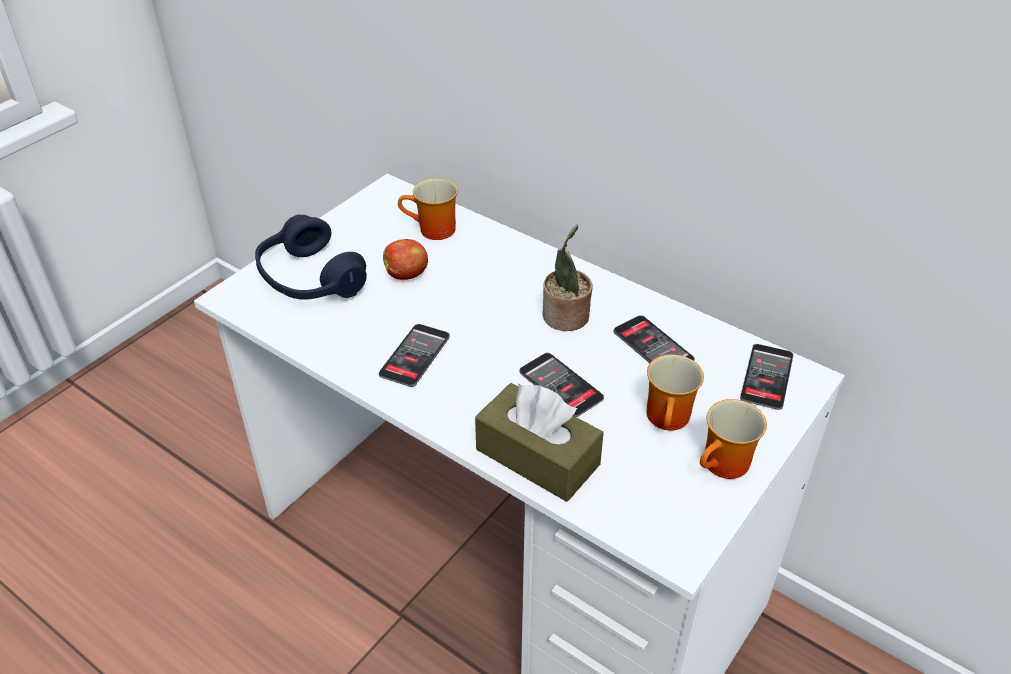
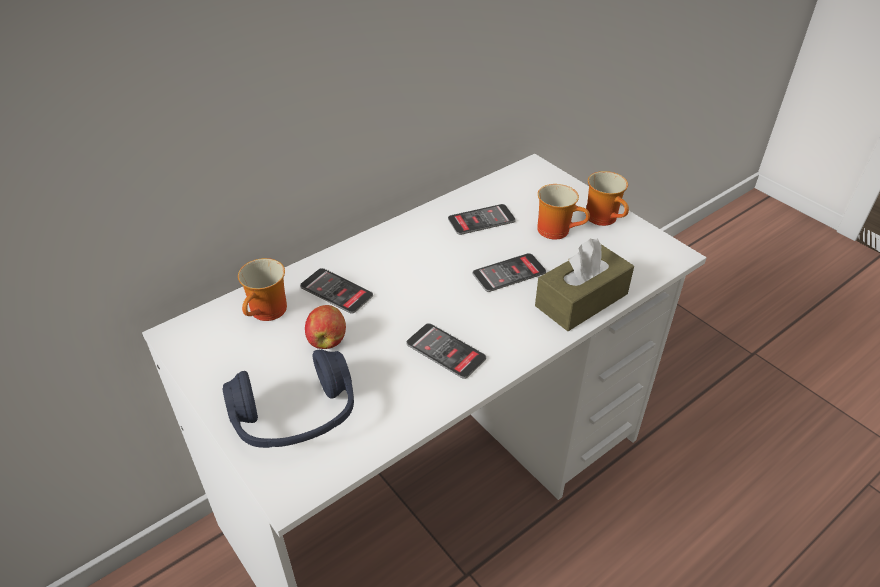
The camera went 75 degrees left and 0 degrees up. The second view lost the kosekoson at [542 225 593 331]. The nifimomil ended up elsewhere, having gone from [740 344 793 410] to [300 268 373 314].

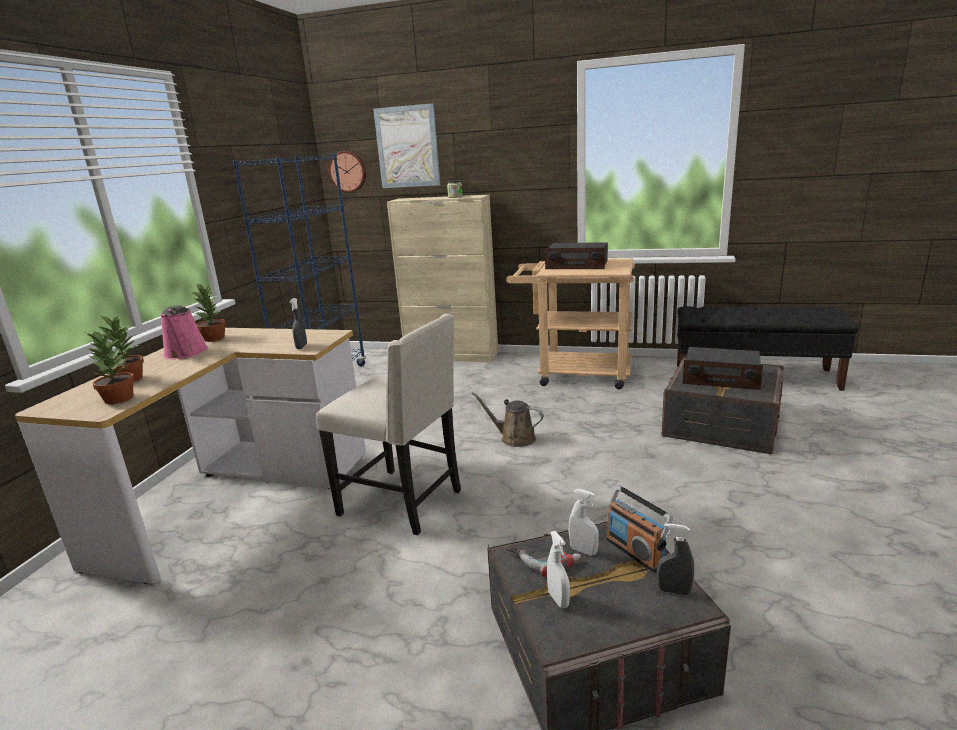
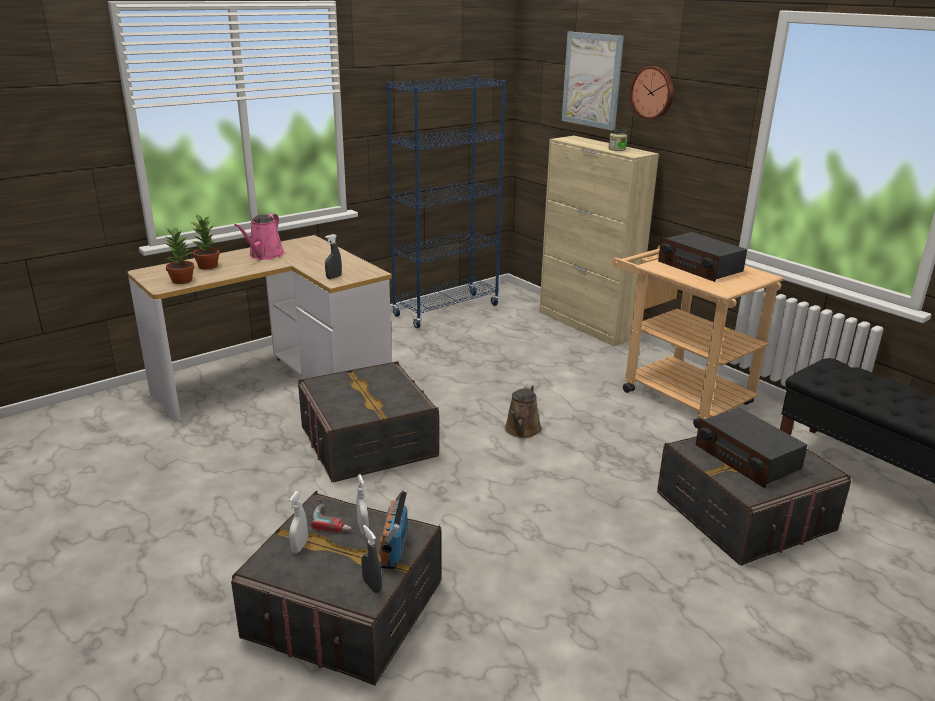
The camera went 35 degrees right and 5 degrees up. The second view lost the kosekoson at [192 283 226 342]. The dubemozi ended up elsewhere, having gone from [328 151 366 193] to [630 66 674 120]. Where the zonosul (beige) stood at [316 314 461 536], the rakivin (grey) came to stand at [298 361 439 482]. The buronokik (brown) at [471 392 544 447] ended up facing another way, 135 degrees counterclockwise from before.

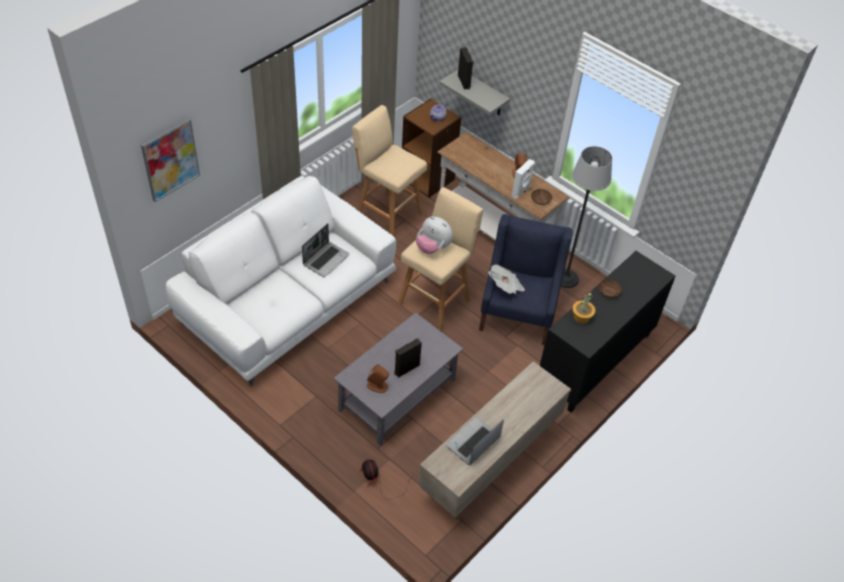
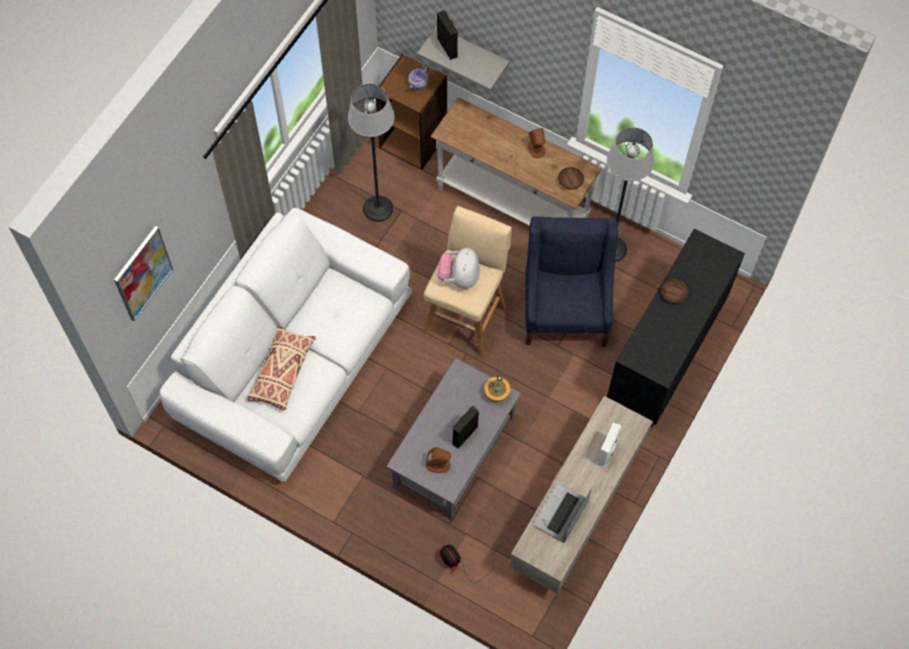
The camera went 10 degrees left and 15 degrees up. The second view lost the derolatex at [302 223 350 277]. The second view lost the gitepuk at [488 265 525 294]. The second view gained the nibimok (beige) at [247 326 316 411]. The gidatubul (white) ended up elsewhere, having gone from [512 159 535 199] to [597 422 621 468]. The kosekoson ended up elsewhere, having gone from [572 292 595 324] to [484 375 510 403]. Where the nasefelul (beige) stood at [352 105 427 236], the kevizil came to stand at [348 84 394 222]. The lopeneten at [416 216 453 254] ended up facing another way, 75 degrees clockwise from before.

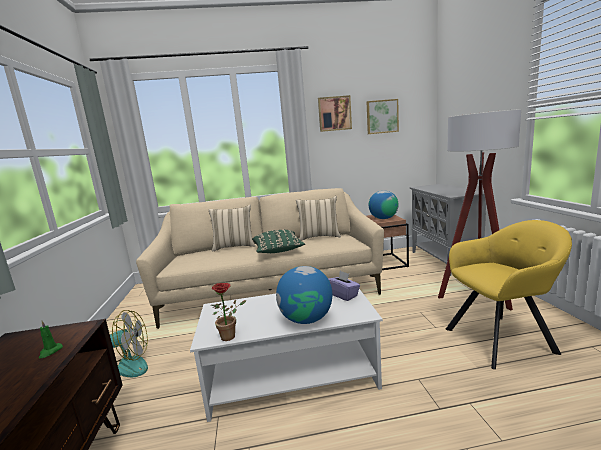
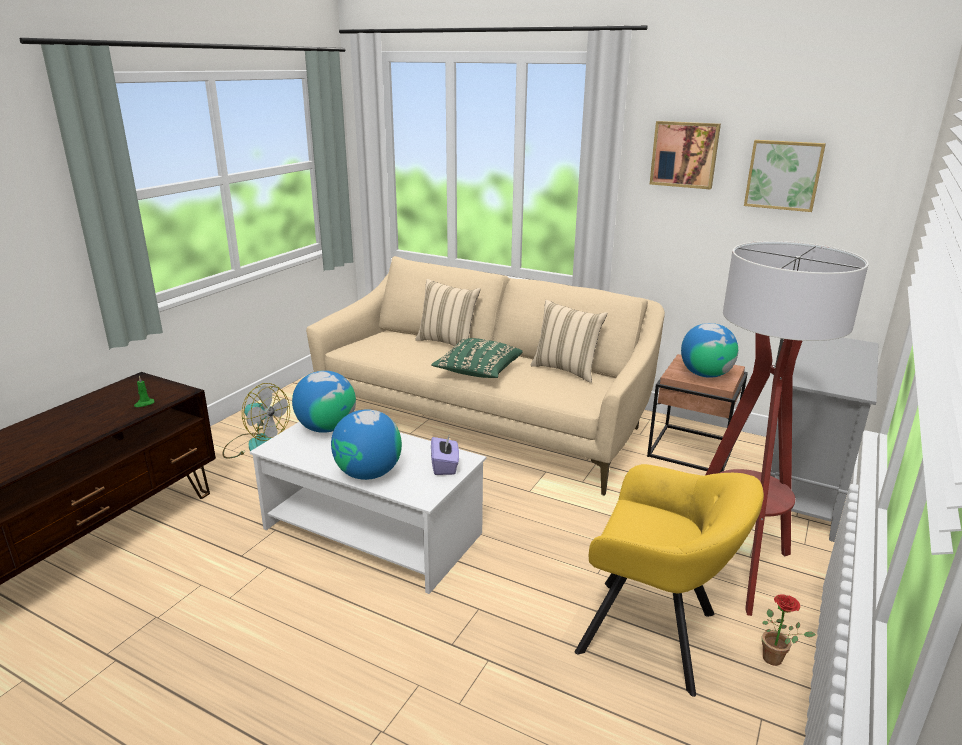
The camera went 35 degrees right and 10 degrees up. The second view gained the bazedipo at [292 371 356 433]. The kosekoson ended up elsewhere, having gone from [211 283 247 341] to [762 595 816 666].

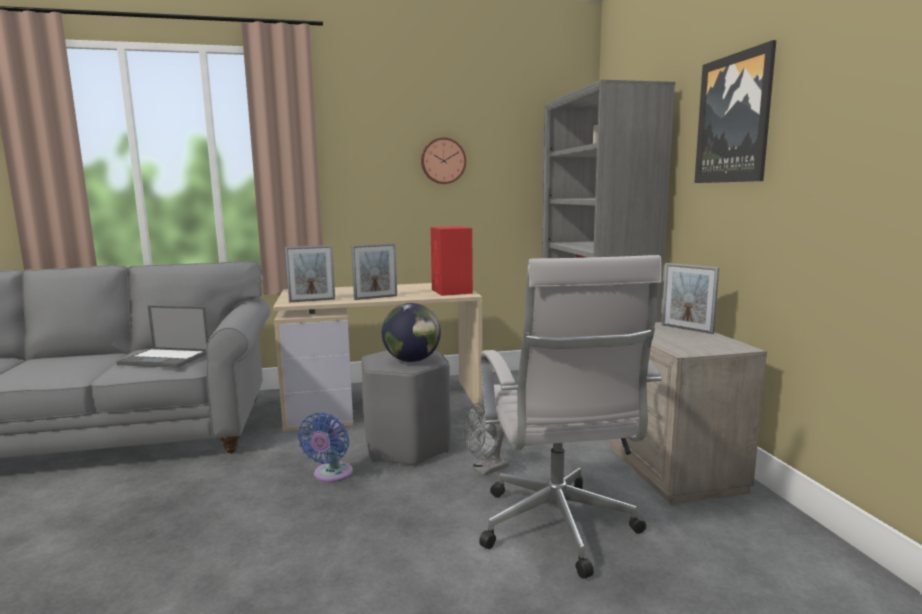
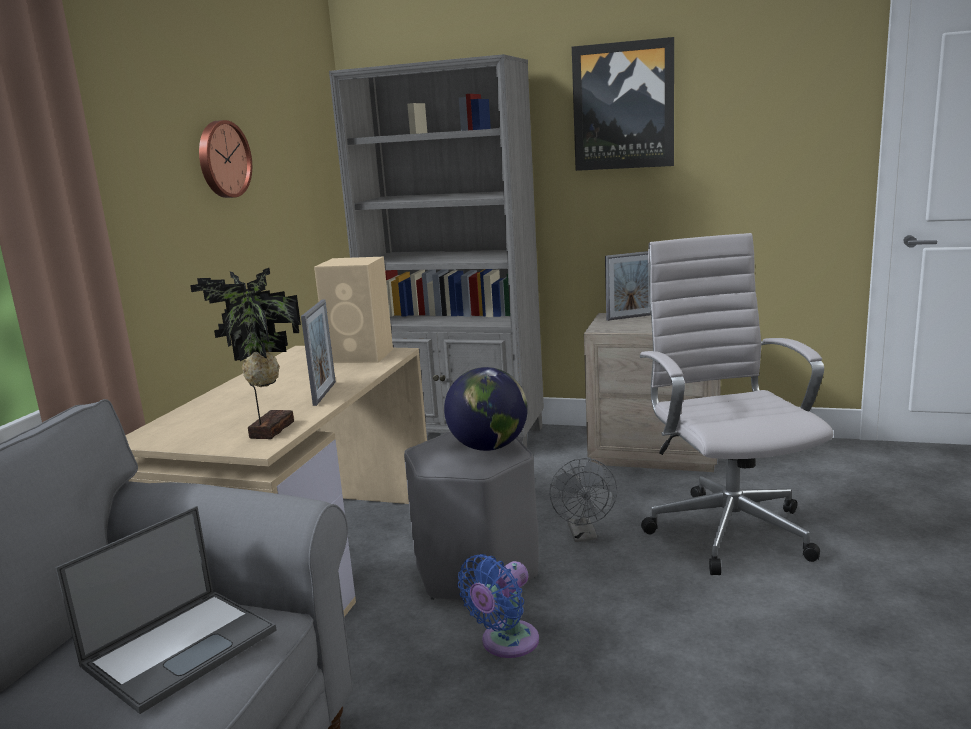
The camera went 60 degrees left and 5 degrees up. Where the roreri stood at [285 245 335 302], the kosekoson came to stand at [190 268 301 439]. What was the gidatubul (red) at [430 226 473 296] turned into the gidatubul (beige) at [314 257 393 363]. The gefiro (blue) at [298 413 353 483] ended up facing another way, 90 degrees clockwise from before. The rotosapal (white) at [479 255 662 579] ended up facing another way, 120 degrees counterclockwise from before.

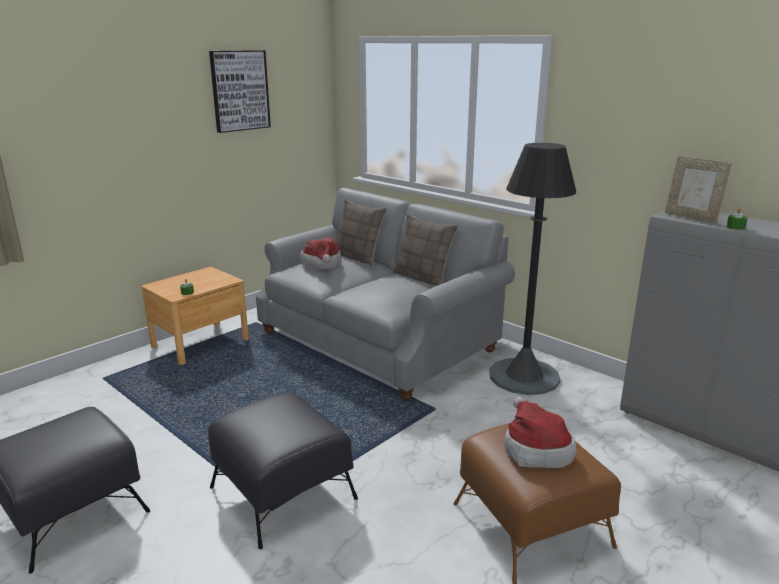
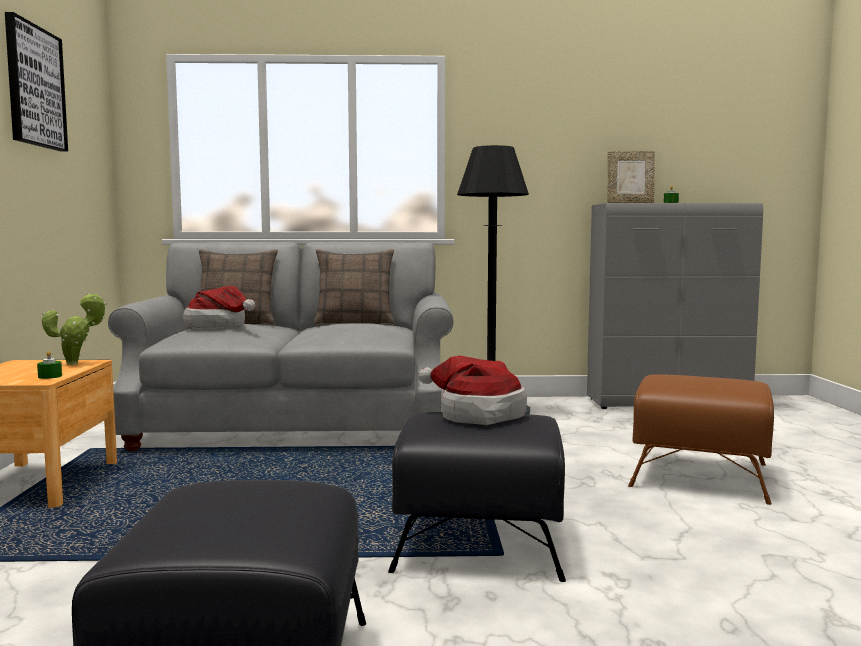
The camera went 45 degrees left and 15 degrees down. The second view gained the kosekoson at [42 292 107 365]. The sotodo ended up elsewhere, having gone from [505 396 576 468] to [419 355 527 425].

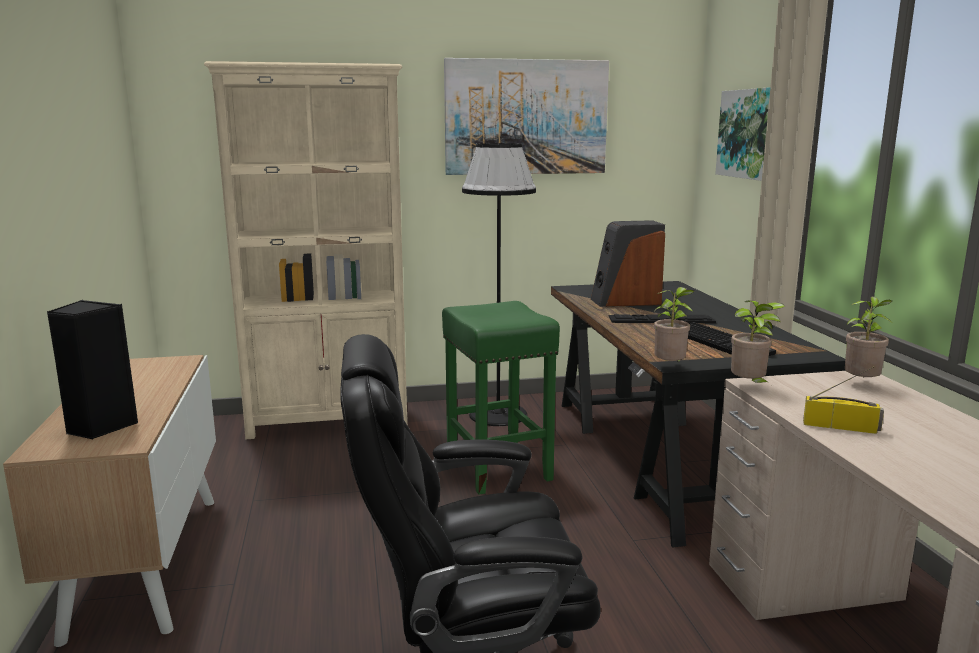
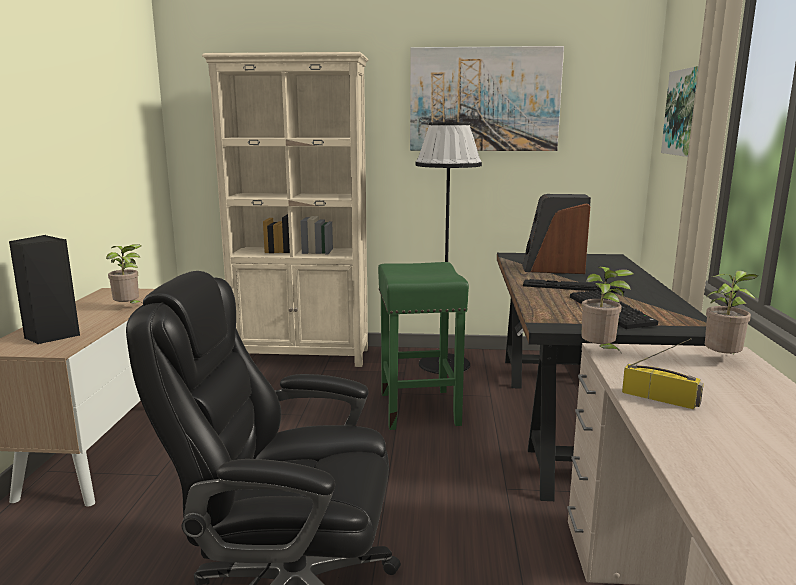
The camera went 15 degrees right and 0 degrees up. The kosekoson ended up elsewhere, having gone from [654 287 694 362] to [106 244 143 304].

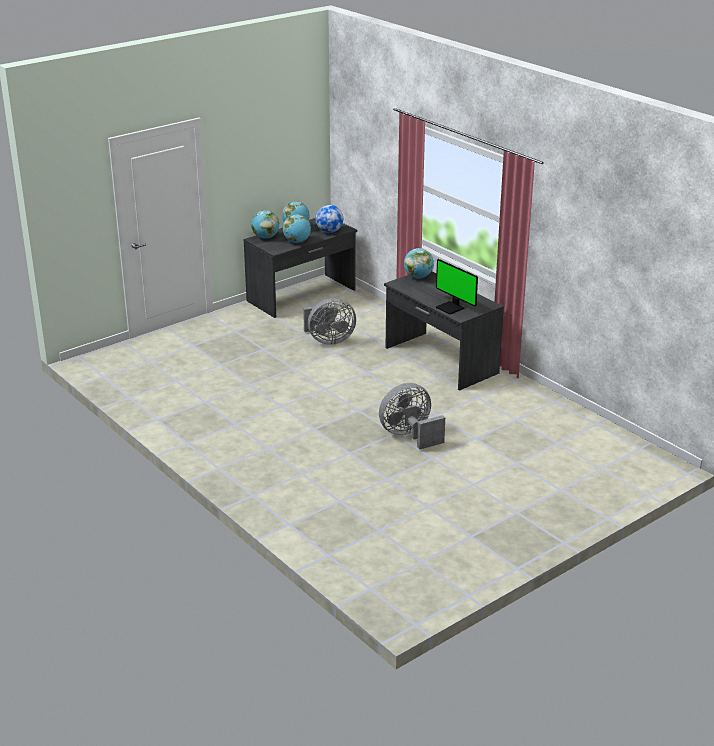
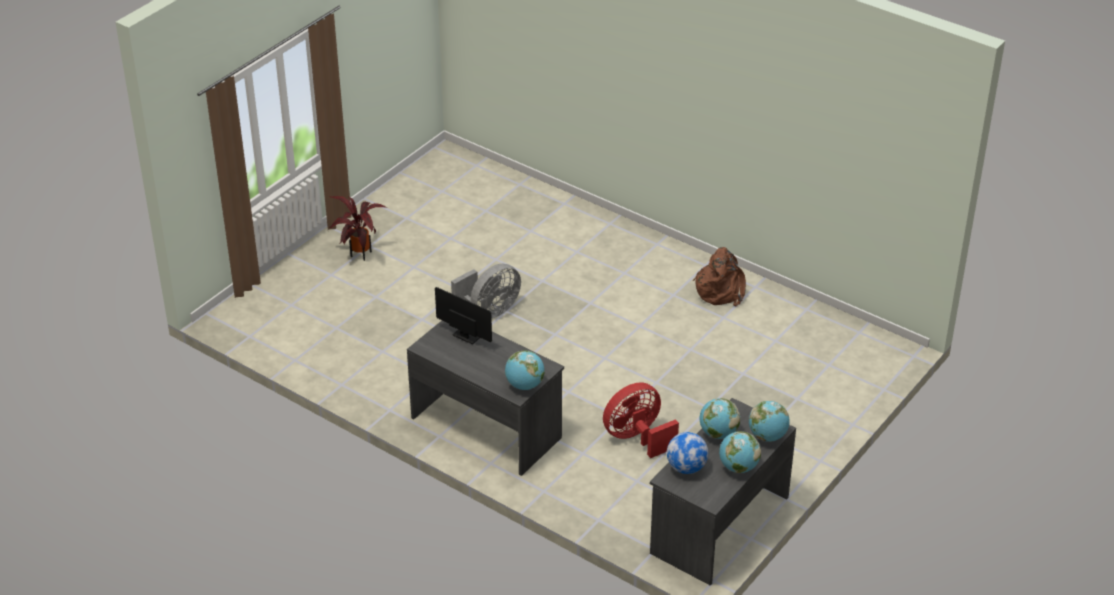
The camera went 165 degrees right and 10 degrees up. The second view gained the kosekoson at [329 196 387 261]. The second view gained the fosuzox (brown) at [693 247 746 306]. What was the gefiro (grey) at [303 298 356 345] turned into the gefiro (red) at [603 383 679 458].

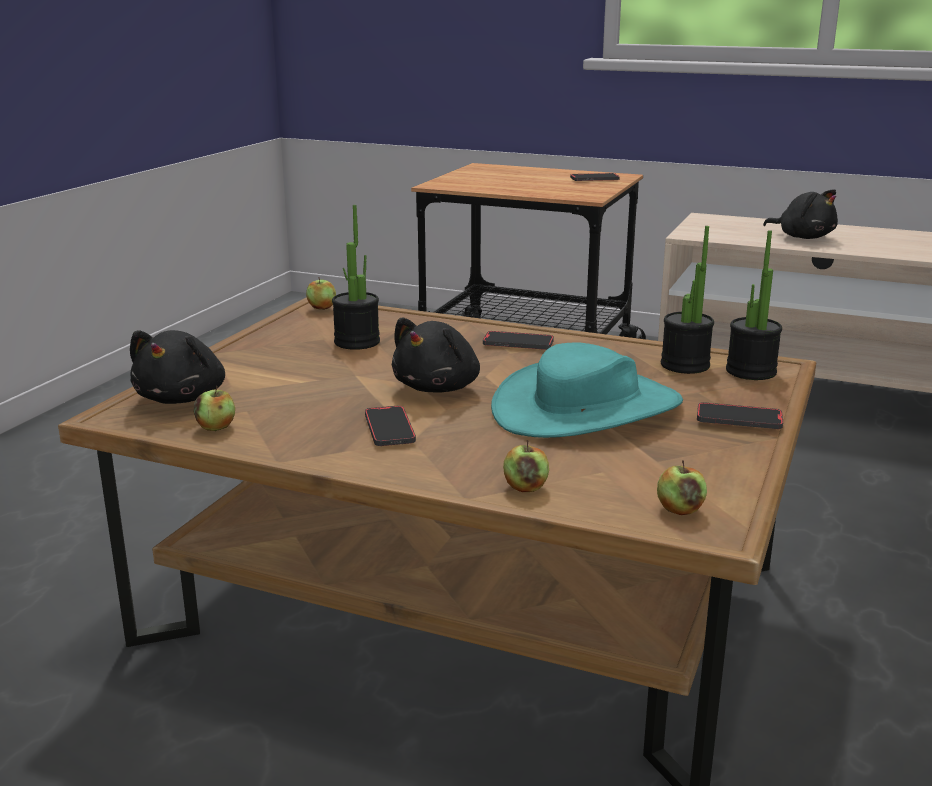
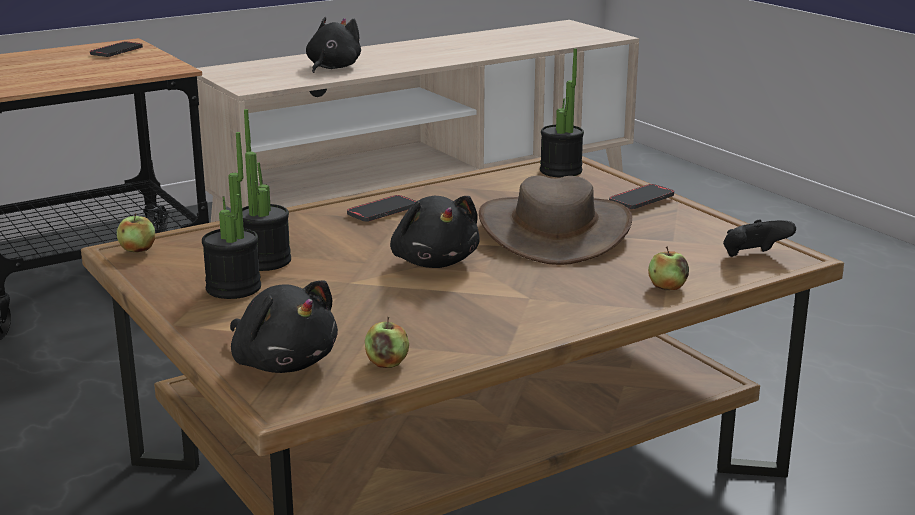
The camera went 55 degrees left and 0 degrees up. The second view lost the nifimomil at [365 406 416 446]. The kosekoson ended up elsewhere, having gone from [661 226 714 374] to [202 132 261 299]. Where the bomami stood at [657 460 707 515], the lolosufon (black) came to stand at [723 220 796 257]. What was the sotodo (turquoise) at [491 342 683 438] turned into the sotodo (brown) at [479 176 632 265]. The lopeneten (black) at [763 189 838 239] ended up facing another way, 60 degrees counterclockwise from before.

